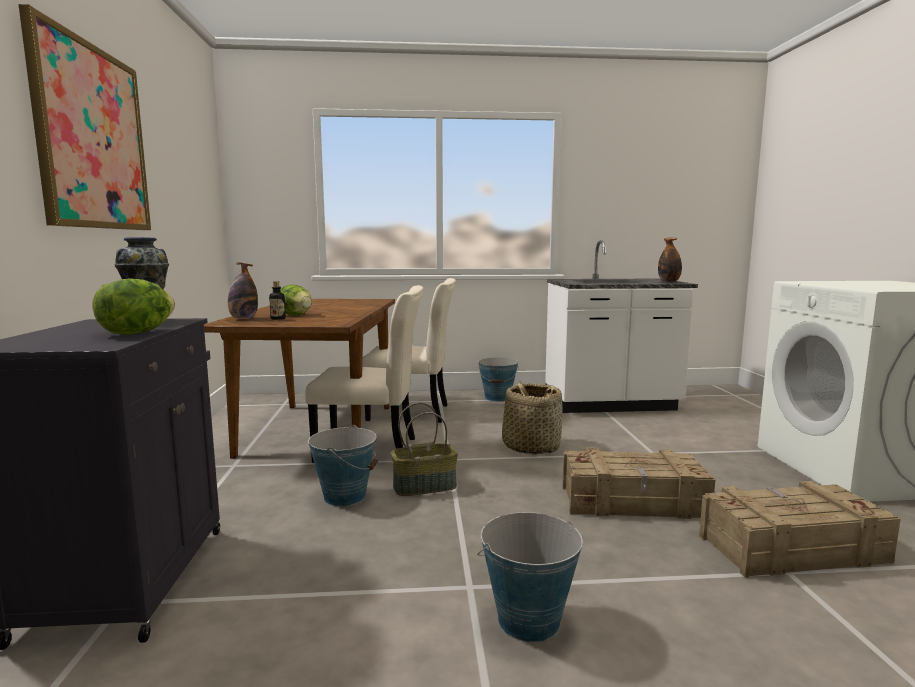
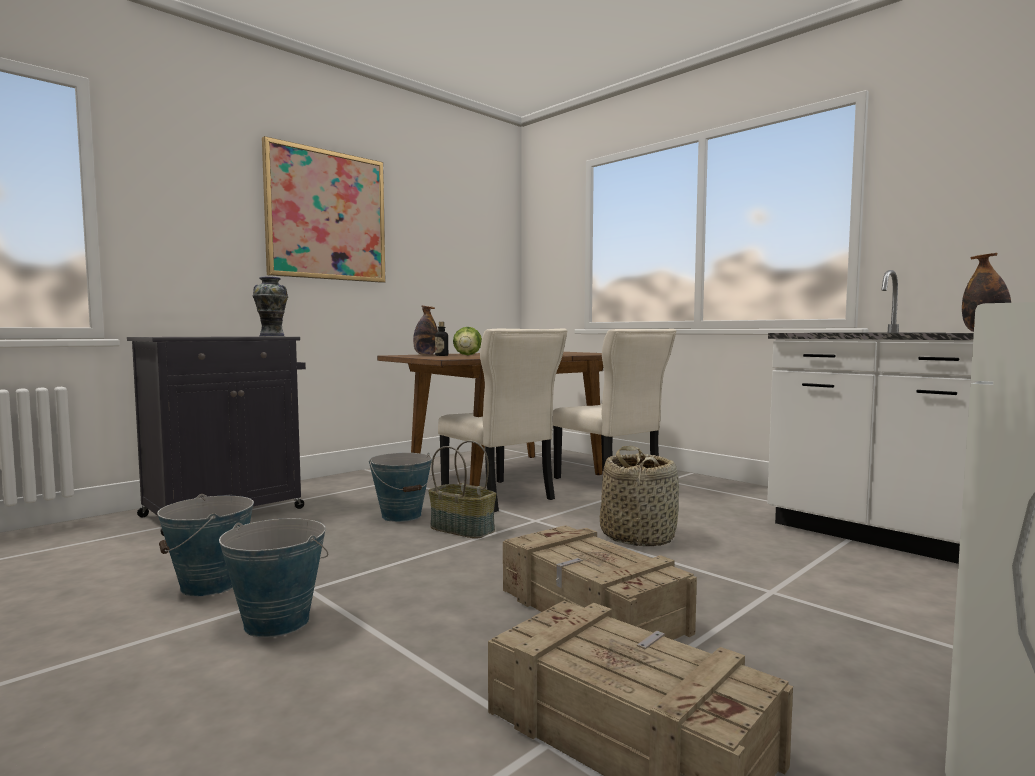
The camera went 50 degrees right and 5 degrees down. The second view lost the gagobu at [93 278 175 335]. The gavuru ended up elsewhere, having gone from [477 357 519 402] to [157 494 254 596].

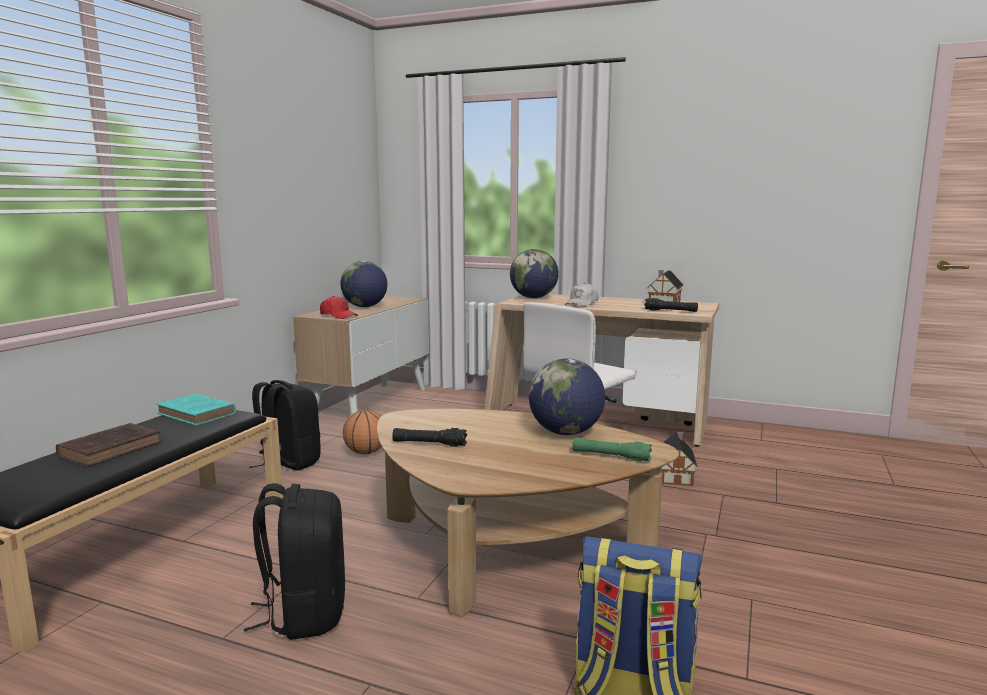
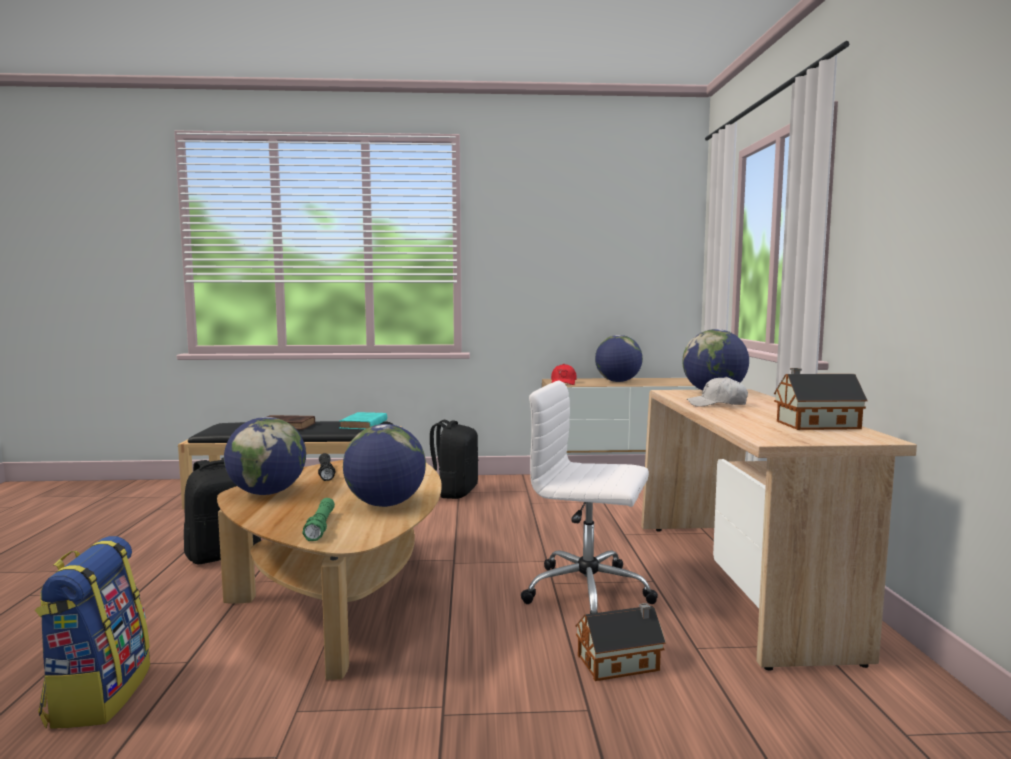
The camera went 65 degrees right and 5 degrees down. The second view lost the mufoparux at [343 410 382 454]. The second view lost the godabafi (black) at [644 298 698 312]. The second view gained the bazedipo at [224 417 306 495].

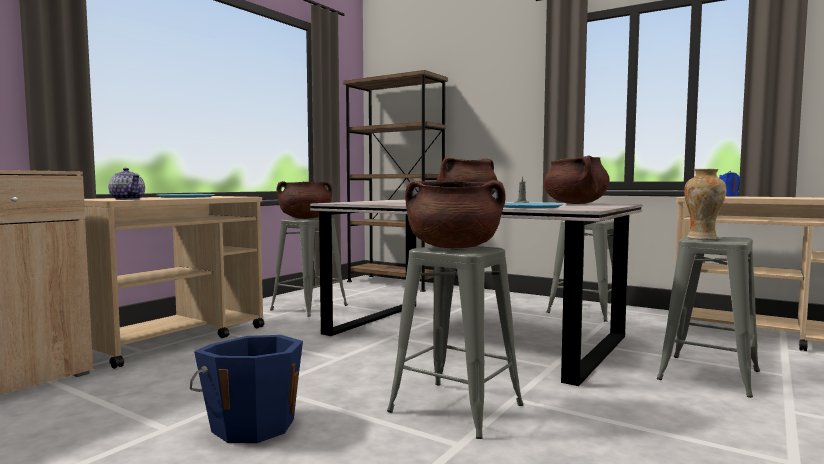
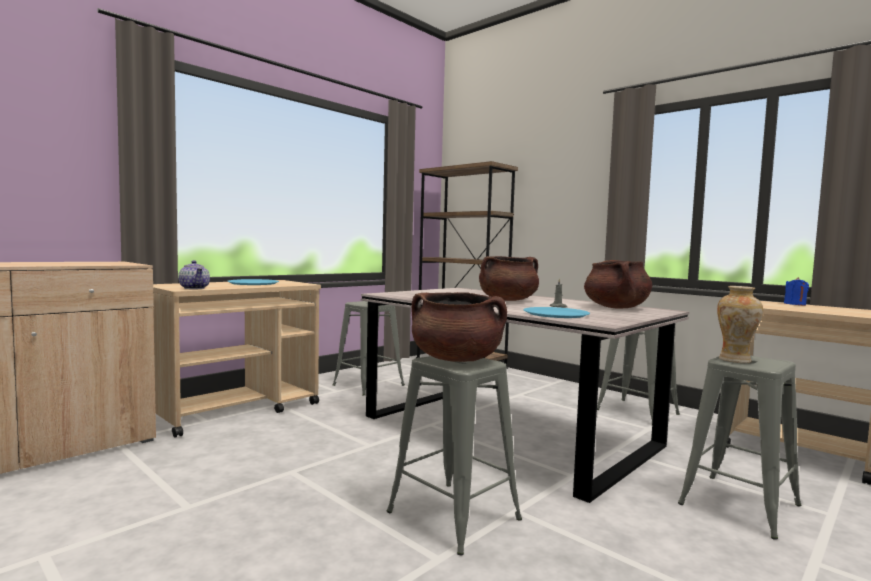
The camera went 10 degrees right and 0 degrees up. The second view lost the gavuru (blue) at [190 335 303 443]. The second view lost the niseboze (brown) at [276 181 332 219].

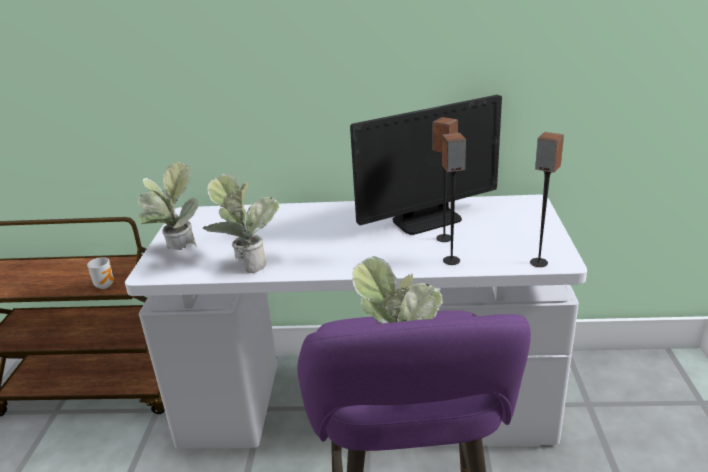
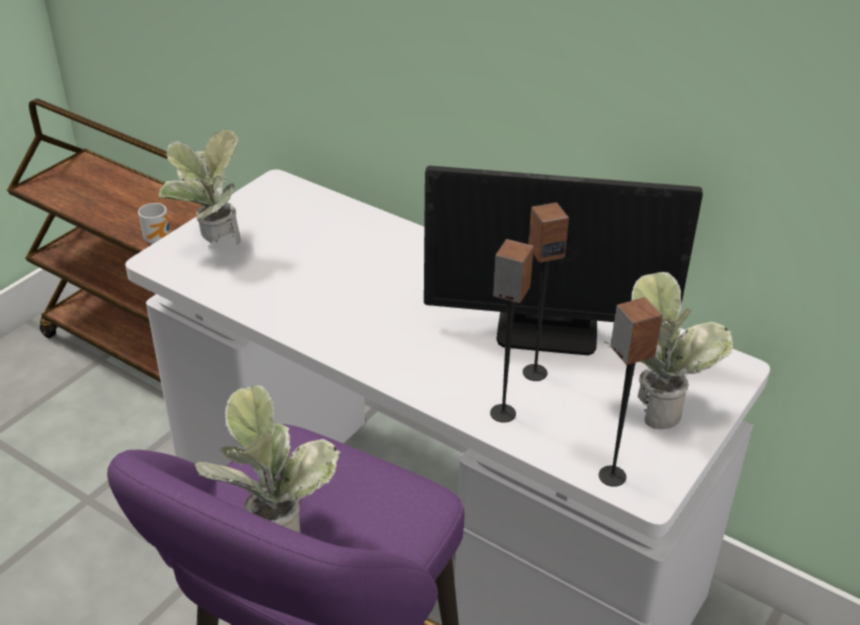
The camera went 30 degrees right and 10 degrees up. The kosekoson ended up elsewhere, having gone from [203 173 279 273] to [604 272 733 429].

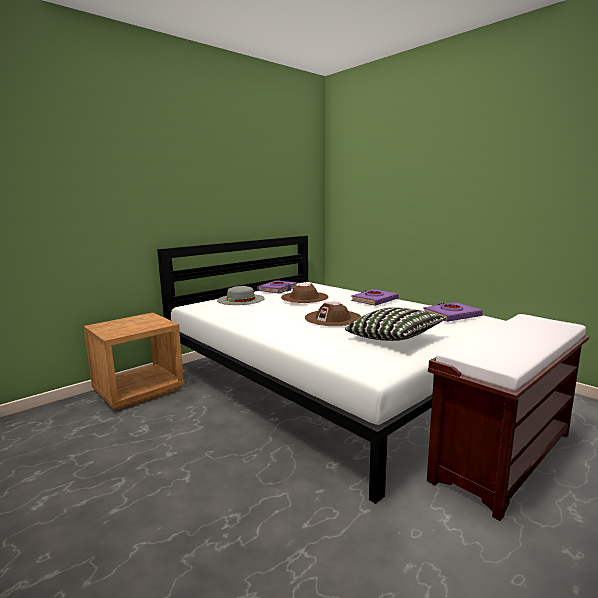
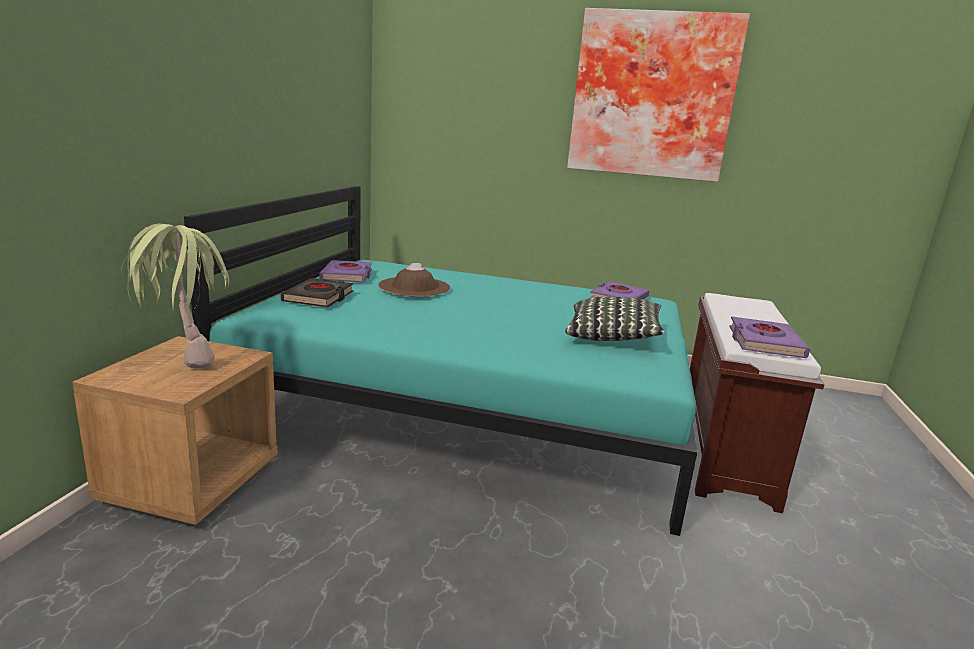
The camera went 35 degrees left and 5 degrees up. The second view lost the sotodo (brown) at [305 301 361 326]. The second view gained the kosekoson at [122 223 229 369]. The second view gained the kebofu at [567 8 750 182]. The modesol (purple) ended up elsewhere, having gone from [351 289 399 306] to [729 316 810 358]. Where the sotodo (grey) stood at [217 286 265 305], the modesol (black) came to stand at [280 278 353 307]. What was the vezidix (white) at [157 236 505 504] turned into the vezidix (turquoise) at [184 186 697 536].

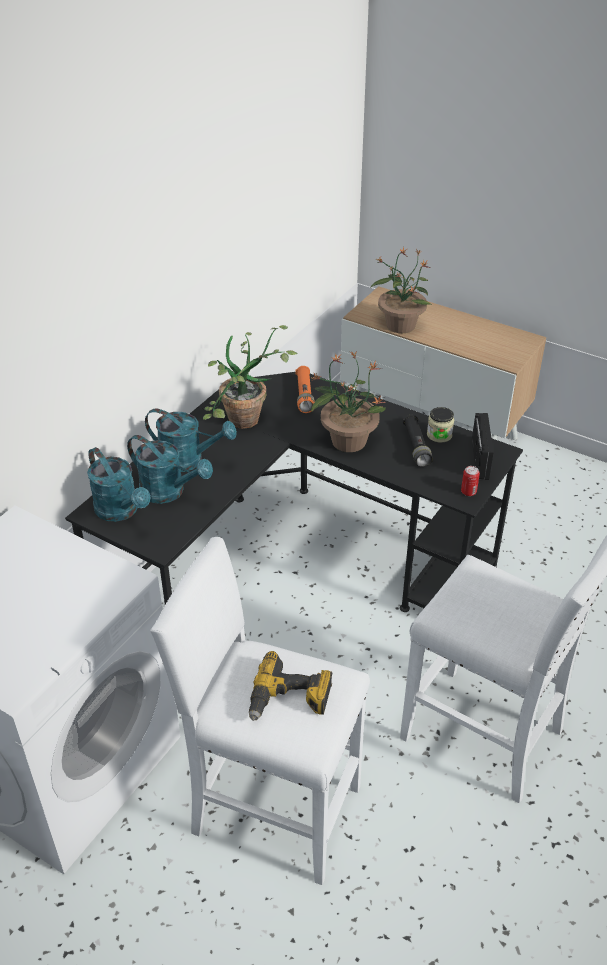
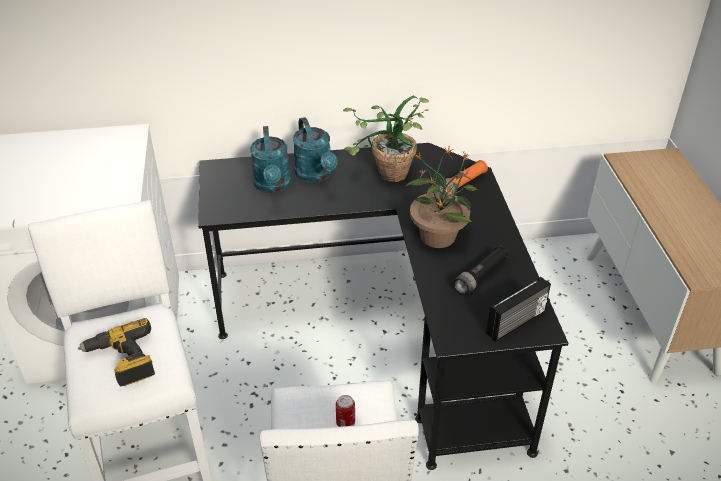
The camera went 50 degrees right and 0 degrees up. The second view lost the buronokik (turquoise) at [87 447 151 522]. The second view lost the kosekoson at [371 246 432 333]. The second view lost the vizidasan at [427 407 454 443]. The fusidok ended up elsewhere, having gone from [461 466 480 496] to [336 395 355 427].

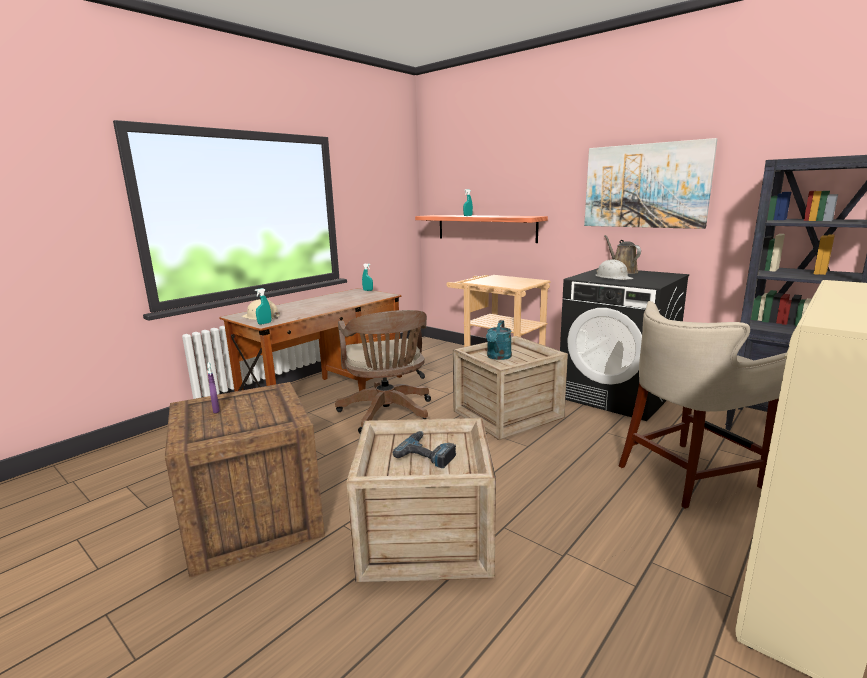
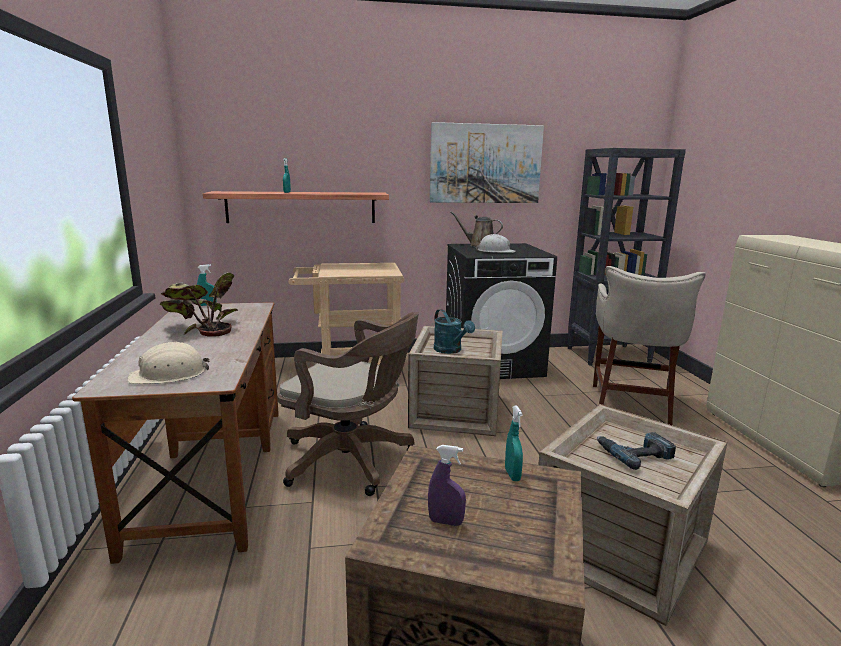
The camera went 50 degrees left and 0 degrees up. The second view gained the kosekoson at [160 272 238 337]. The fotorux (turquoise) ended up elsewhere, having gone from [255 288 271 325] to [505 405 523 481].

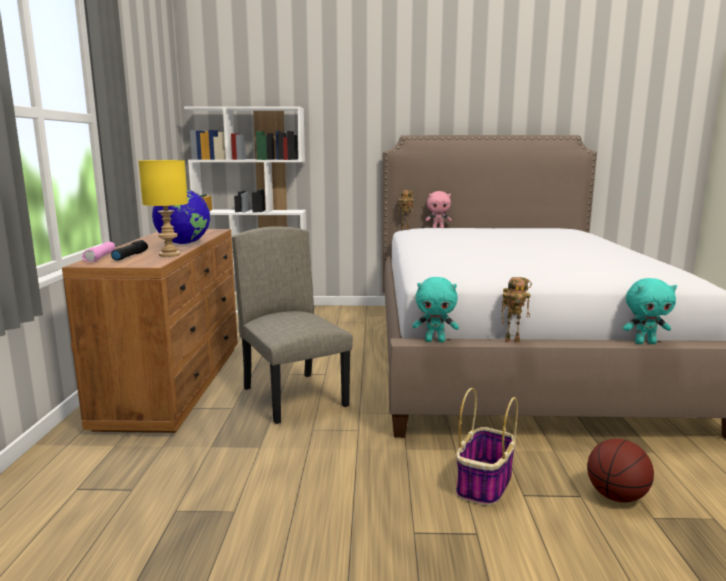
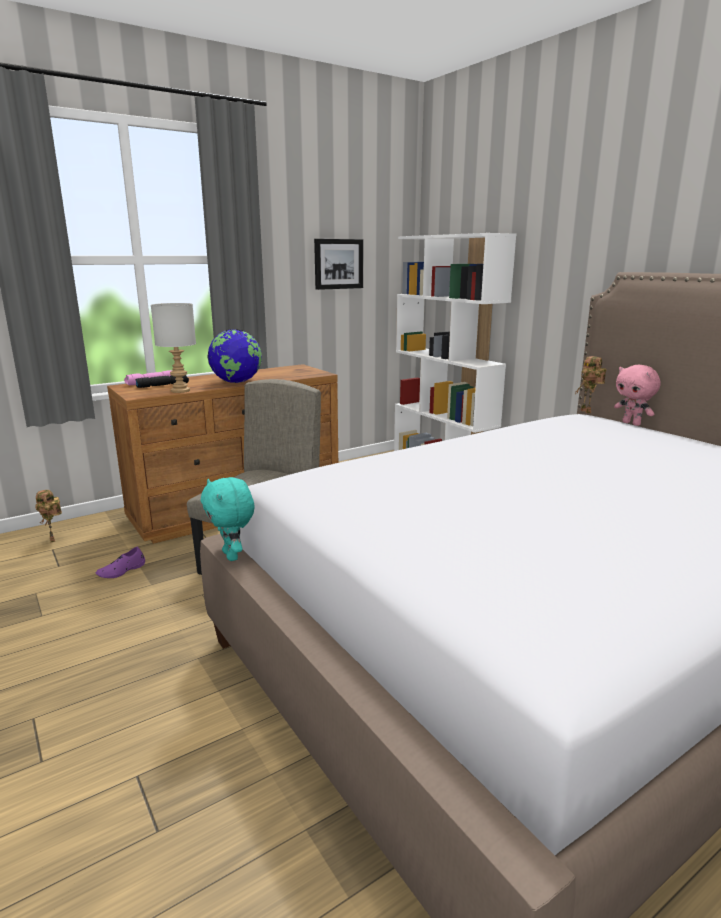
The camera went 55 degrees right and 5 degrees up. The second view lost the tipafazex at [456 388 518 506]. The second view lost the mufoparux at [587 439 654 503]. The second view lost the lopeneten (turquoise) at [623 278 677 344]. The second view gained the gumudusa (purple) at [96 546 145 578]. The second view gained the kebofu at [314 239 363 290]. The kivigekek ended up elsewhere, having gone from [501 277 532 343] to [35 490 62 542]. What was the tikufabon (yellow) at [139 160 188 257] turned into the tikufabon (grey) at [151 303 196 393].

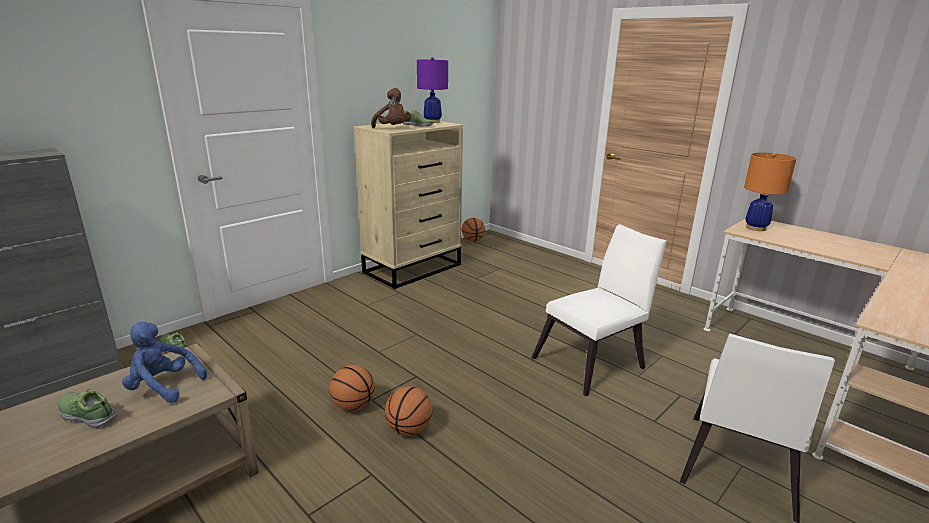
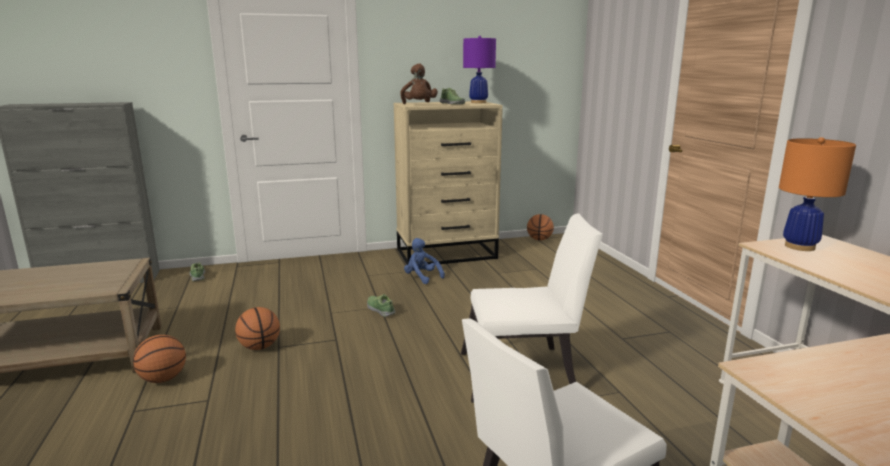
The camera went 30 degrees right and 5 degrees down. The gumudusa ended up elsewhere, having gone from [58 389 117 429] to [367 294 396 317]. The lopeneten (blue) ended up elsewhere, having gone from [122 322 207 403] to [404 238 445 284]. The mufoparux ended up elsewhere, having gone from [385 386 433 436] to [133 335 186 383].

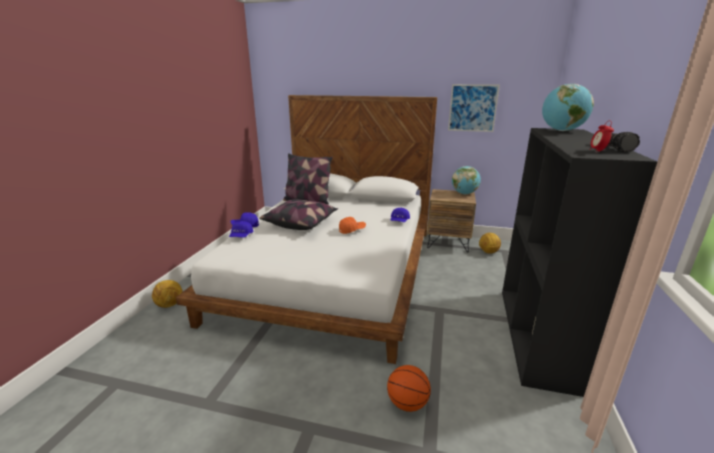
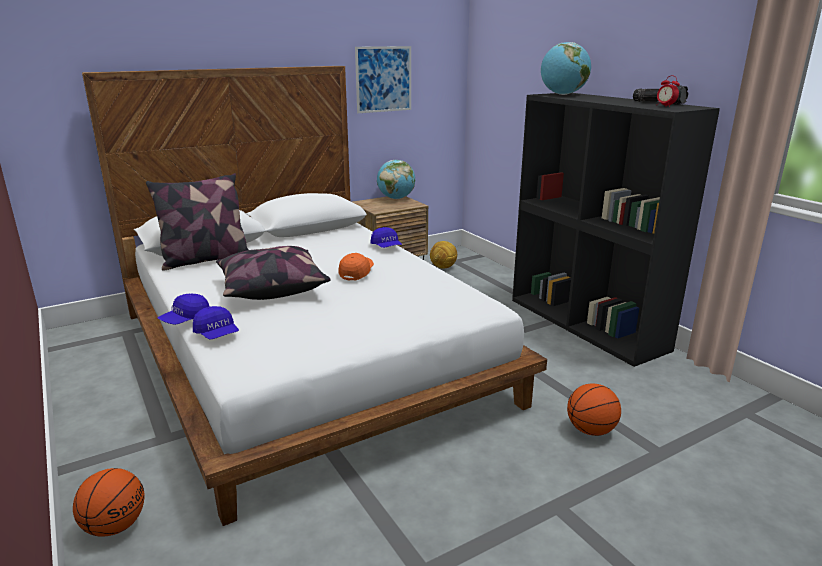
The camera went 45 degrees left and 0 degrees up. Where the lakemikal stood at [152 280 183 308], the mufoparux came to stand at [73 468 144 537].

